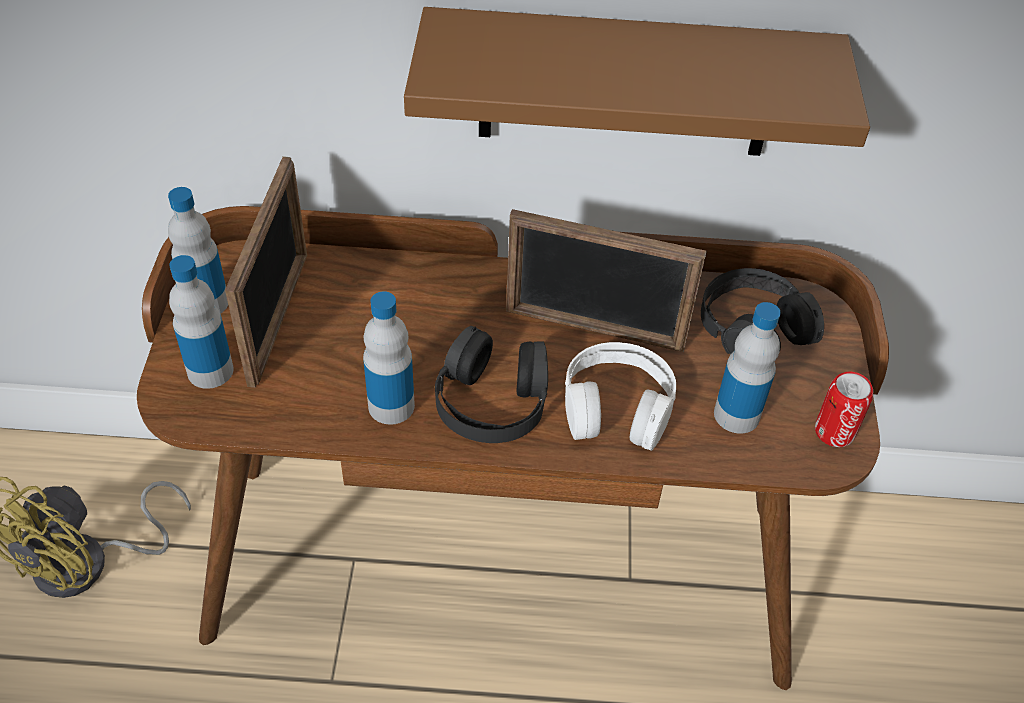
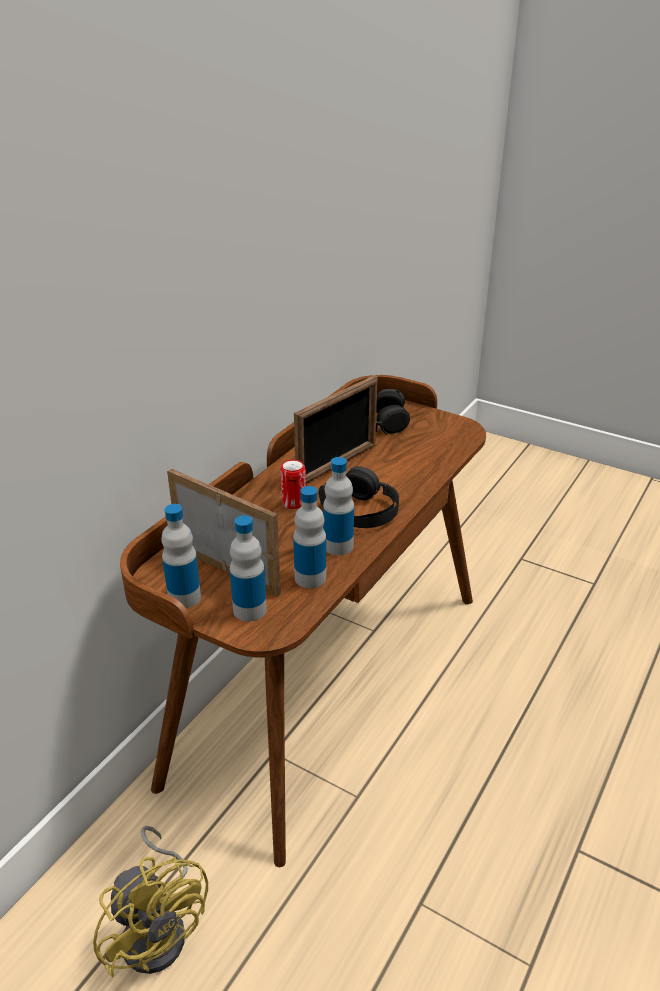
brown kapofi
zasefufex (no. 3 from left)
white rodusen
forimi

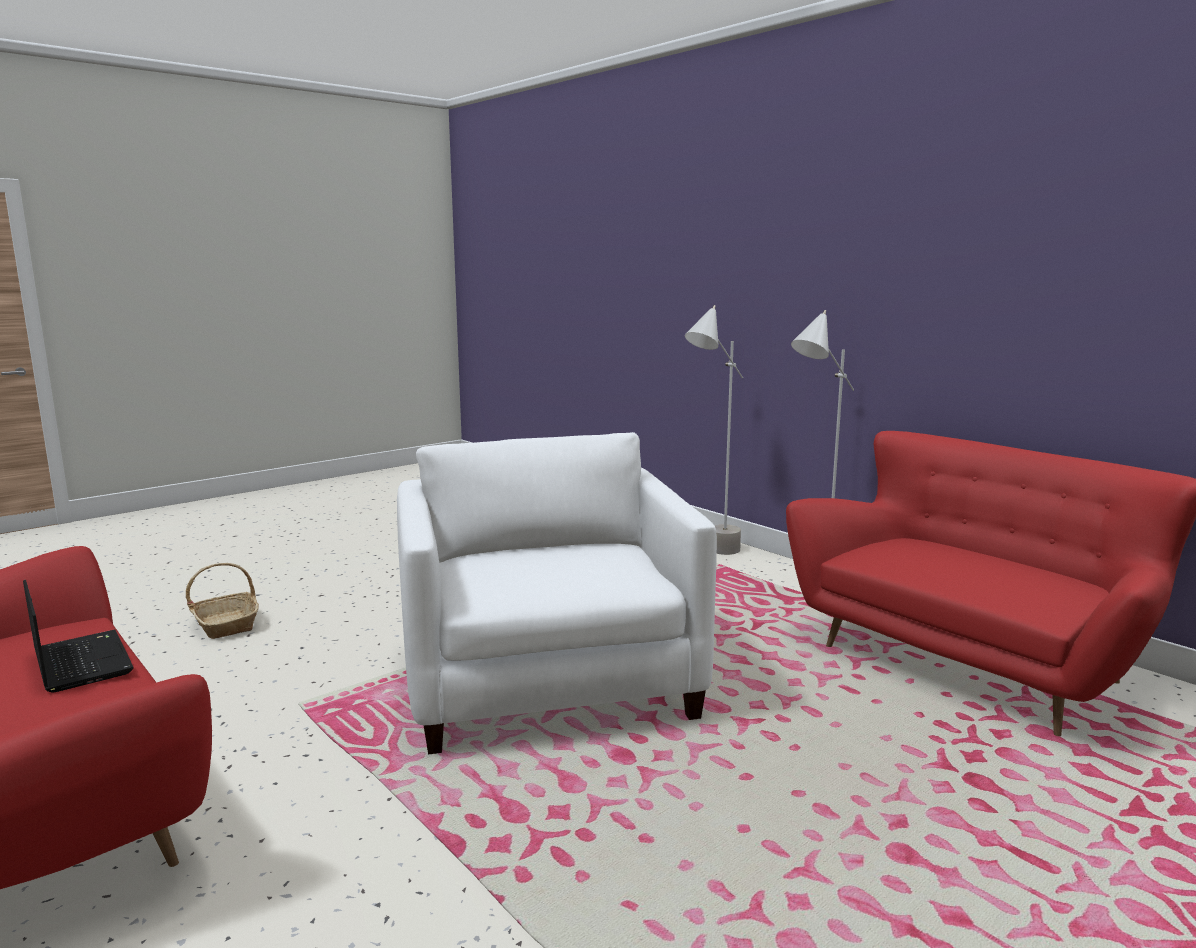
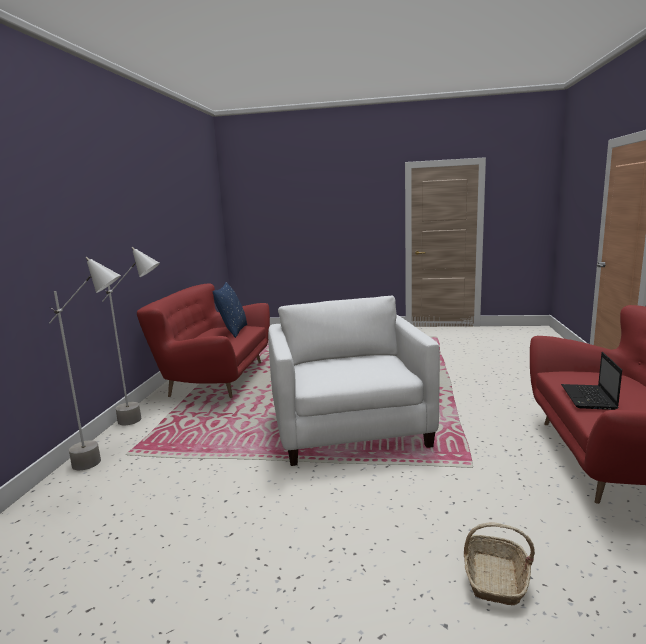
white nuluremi
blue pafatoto

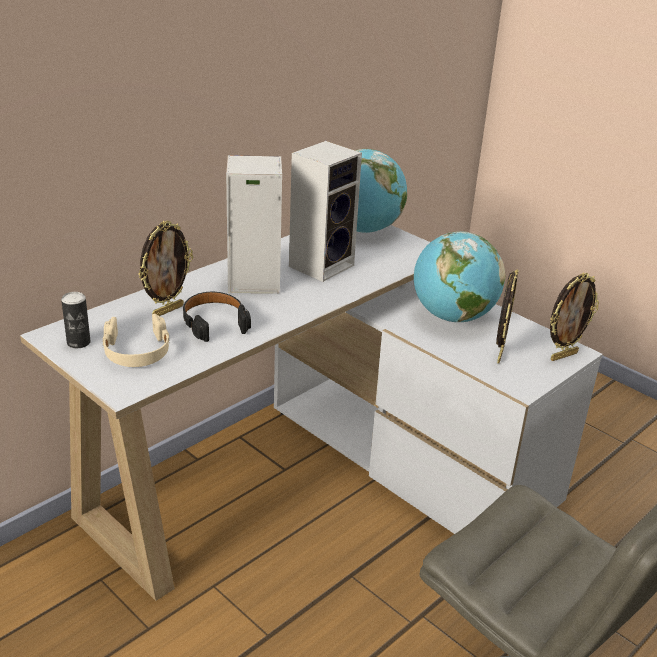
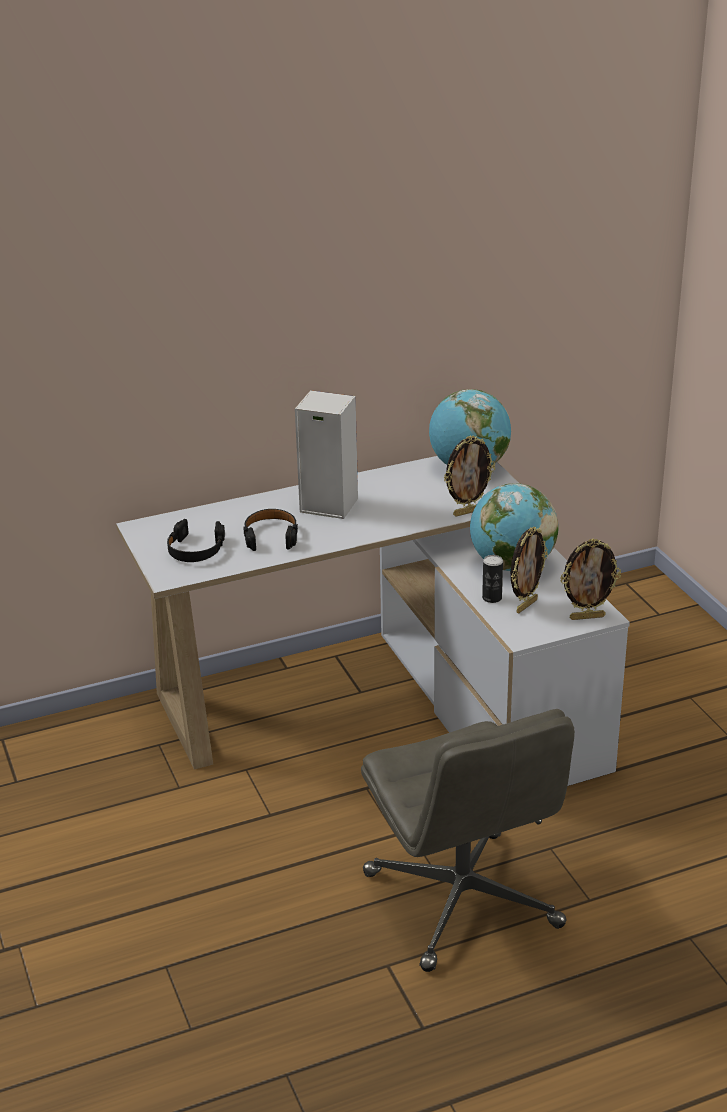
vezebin (no. 2 from left in the first image)
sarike (no. 1 from left)
forimi
black rodusen (no. 1 from left)

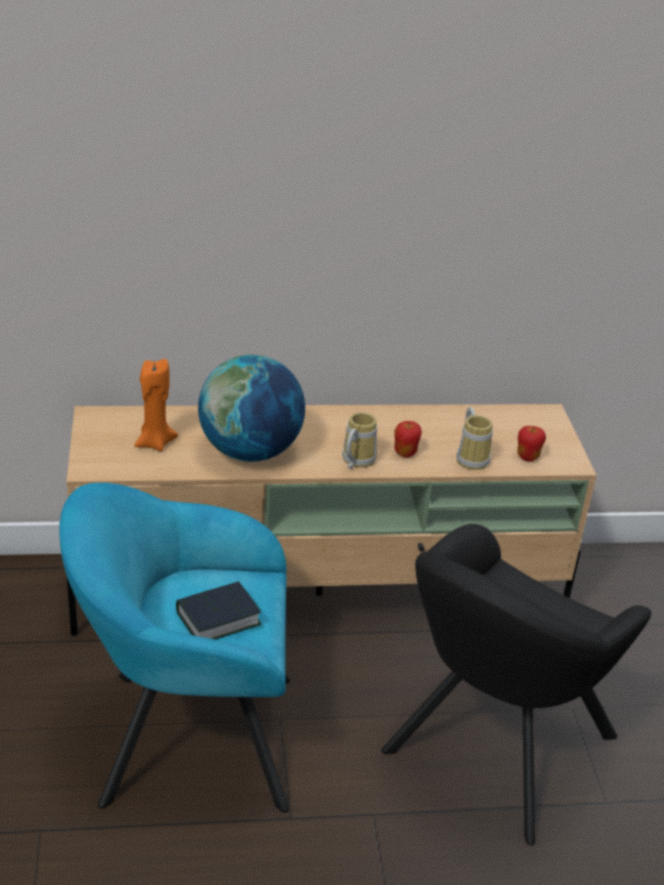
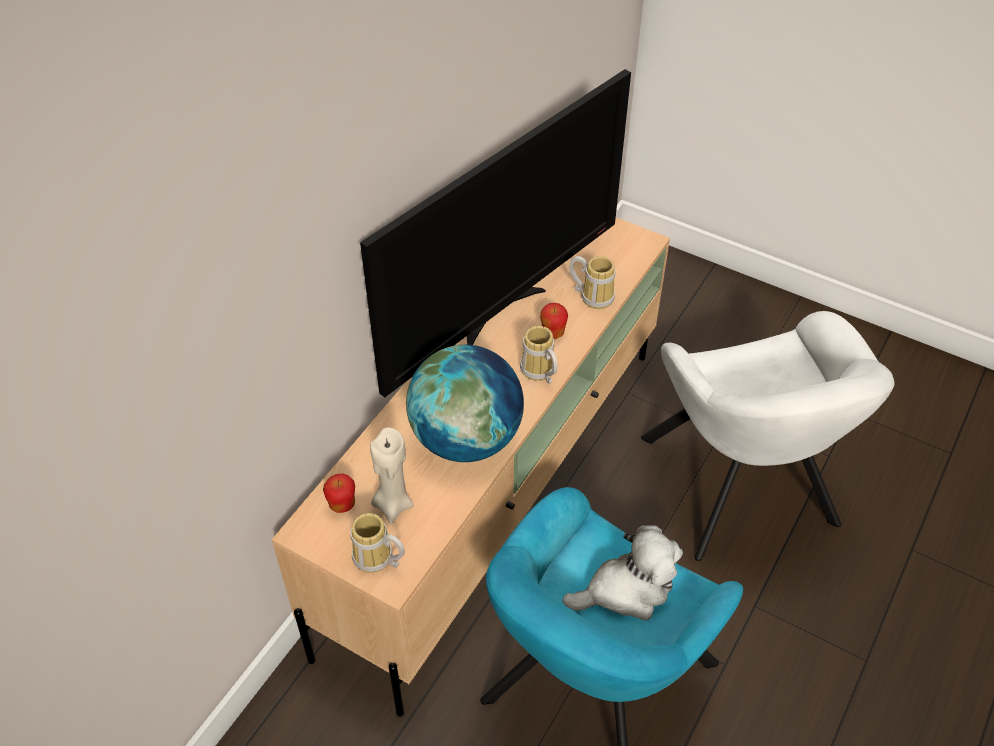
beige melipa
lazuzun (no. 1 from left)
white nuluremi
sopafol
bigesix
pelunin (no. 1 from left)

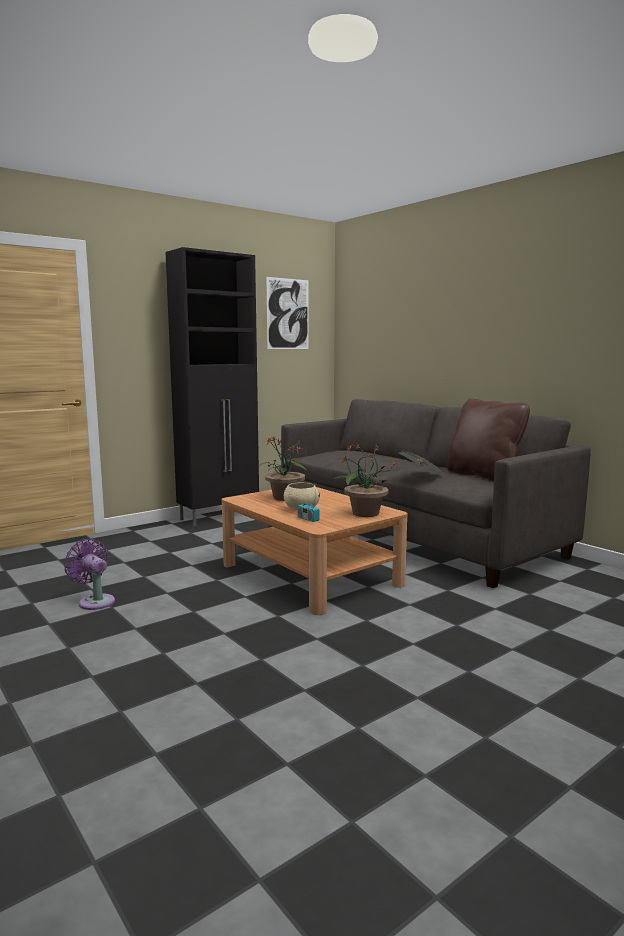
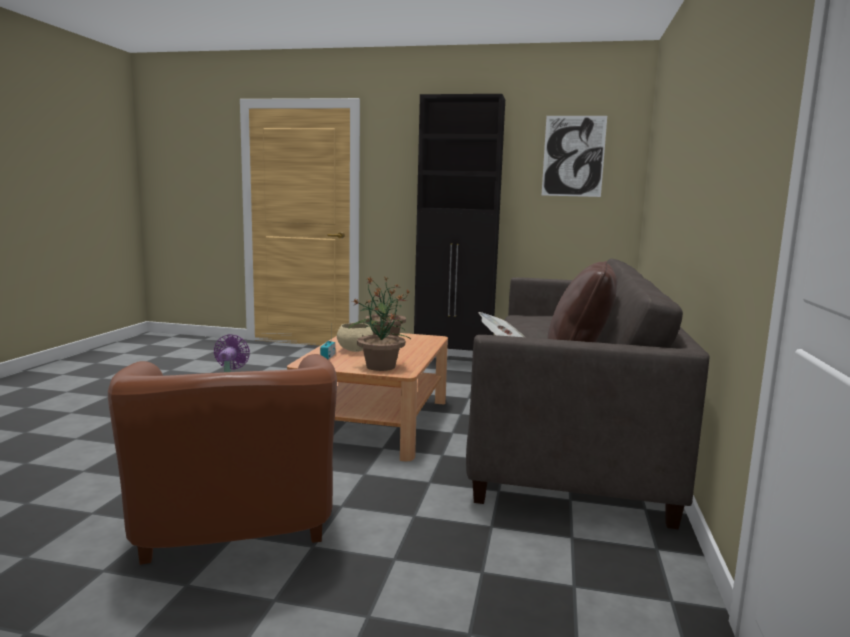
brown nuluremi

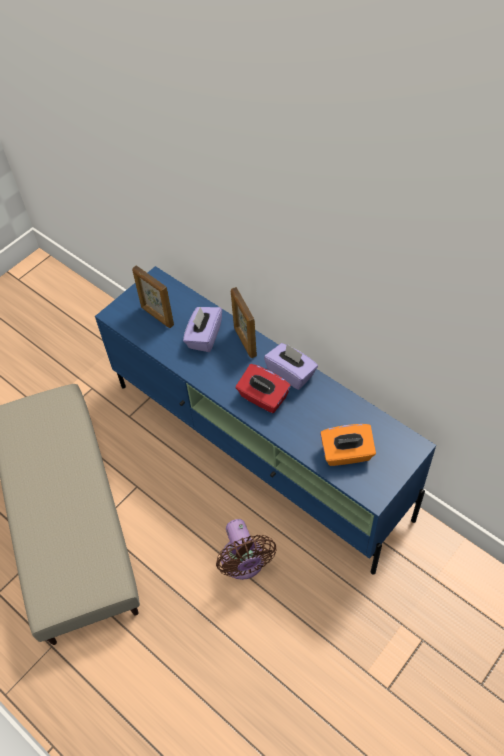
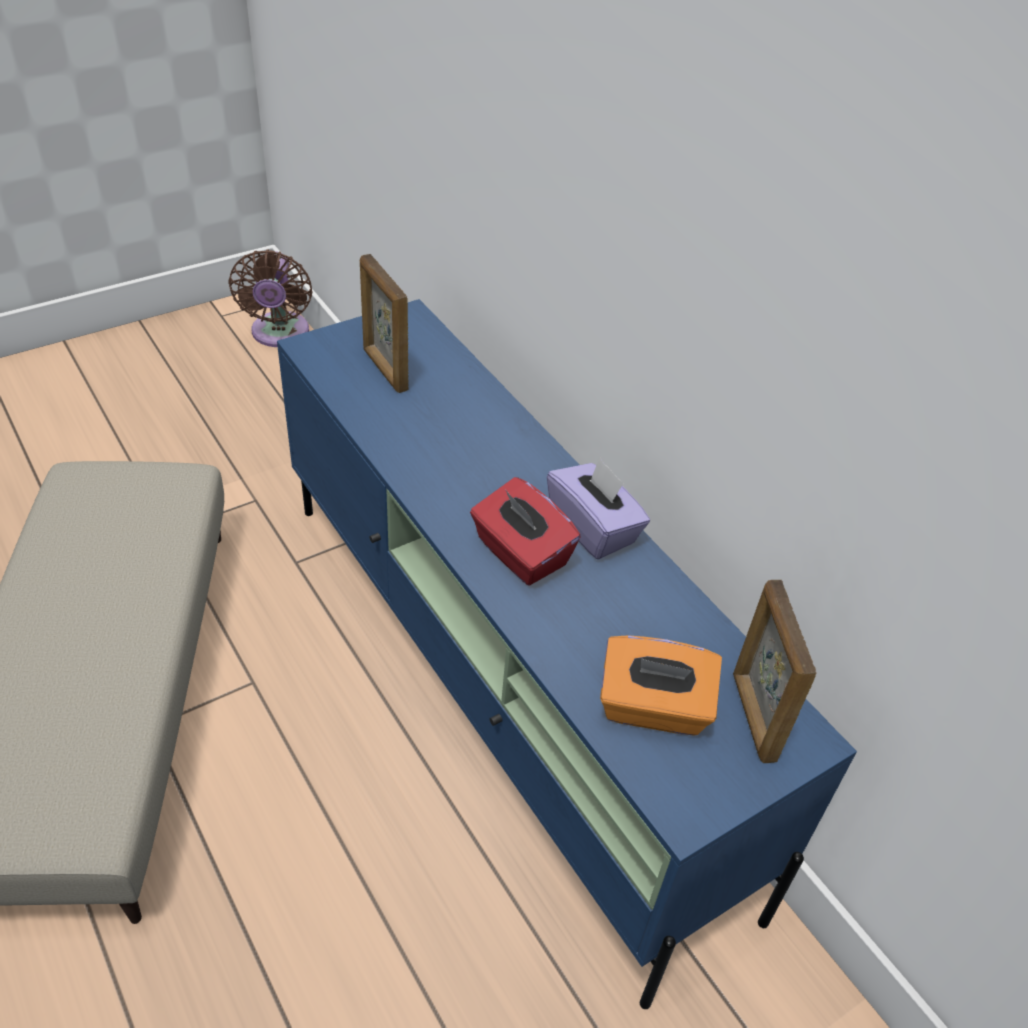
sarike (no. 2 from left)
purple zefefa (no. 1 from left in the first image)
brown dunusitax

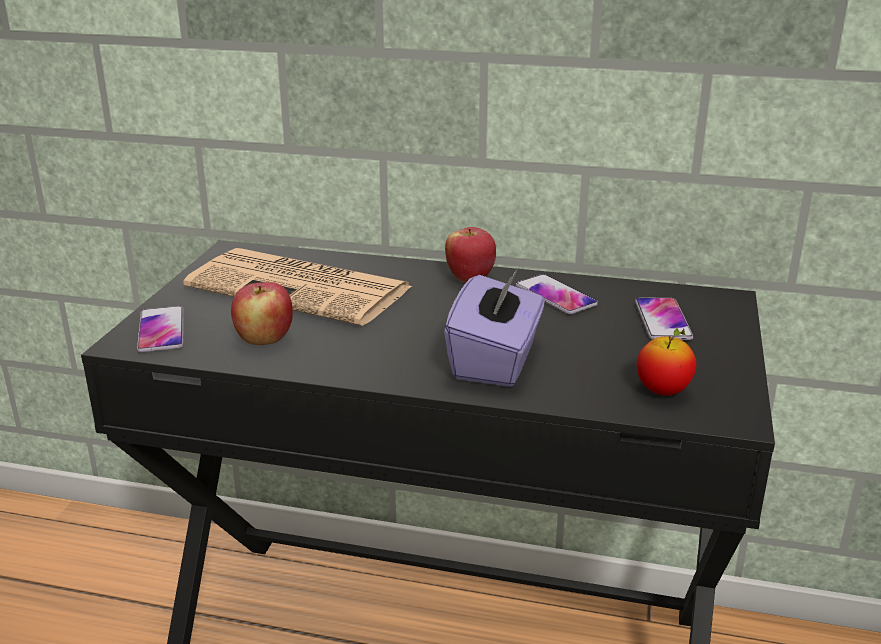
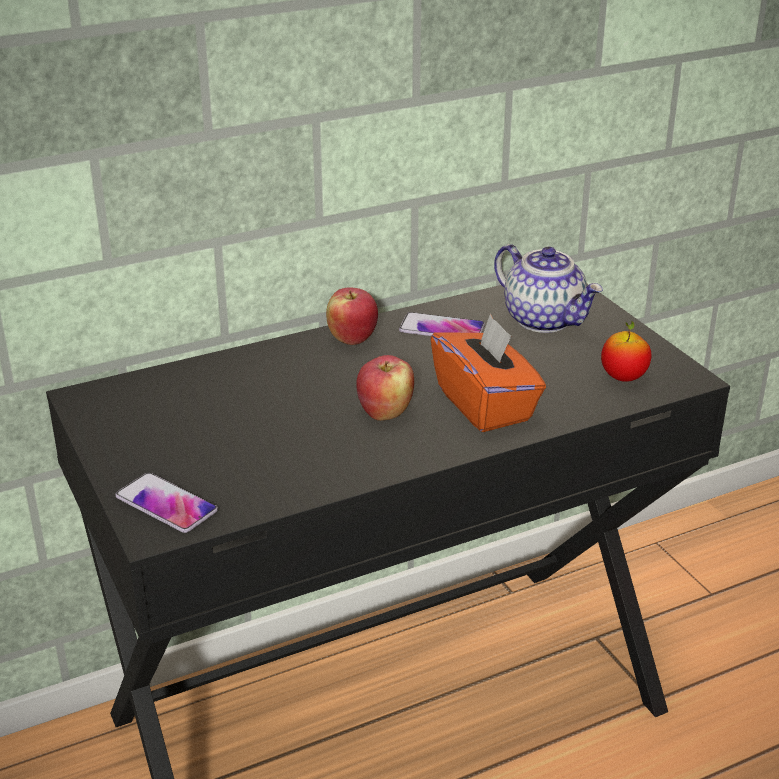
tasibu
orange zefefa
lazuzun (no. 2 from left)
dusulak

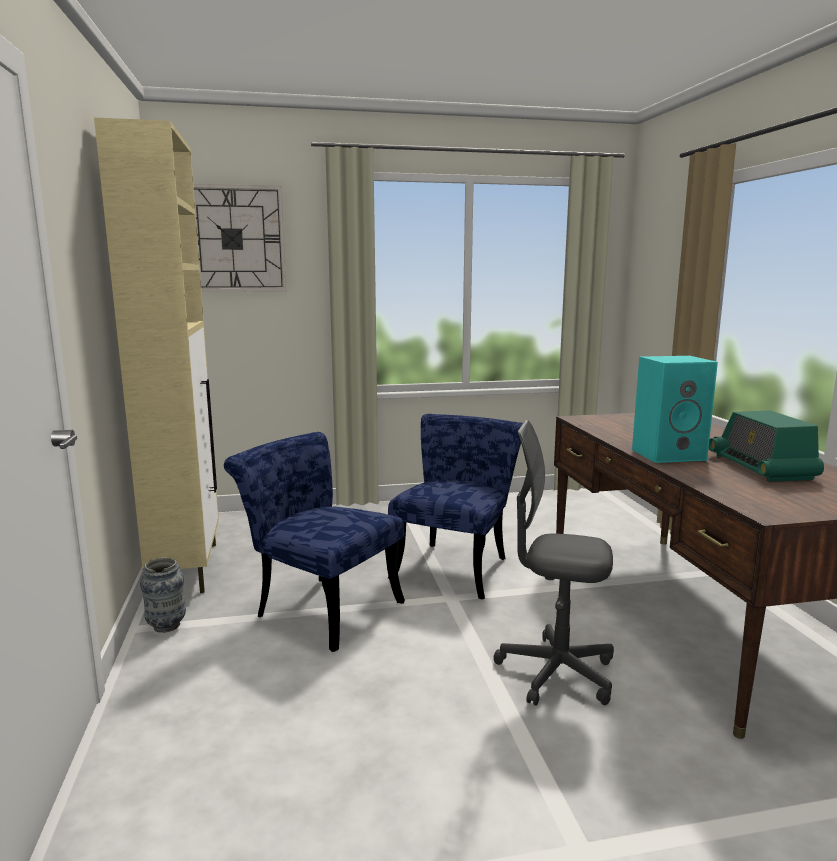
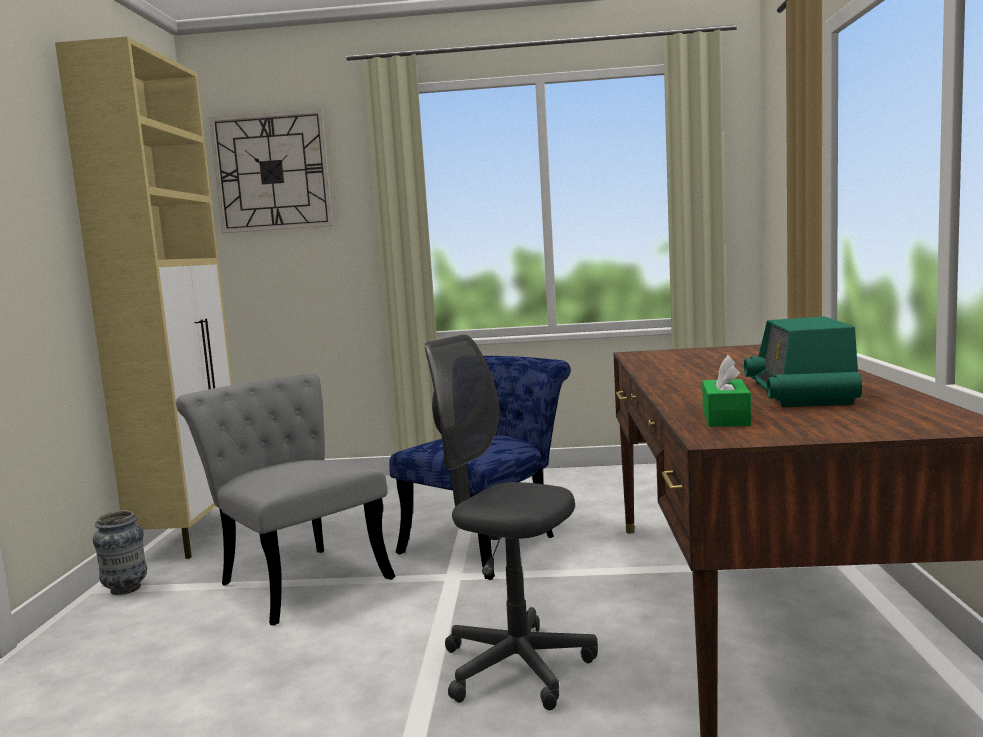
turquoise vezebin
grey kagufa
green zefefa

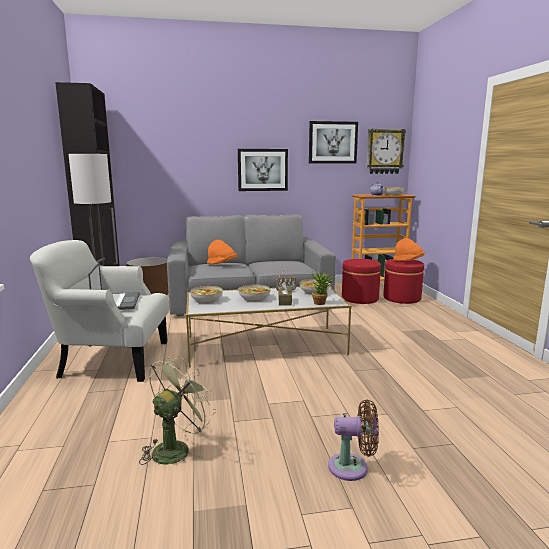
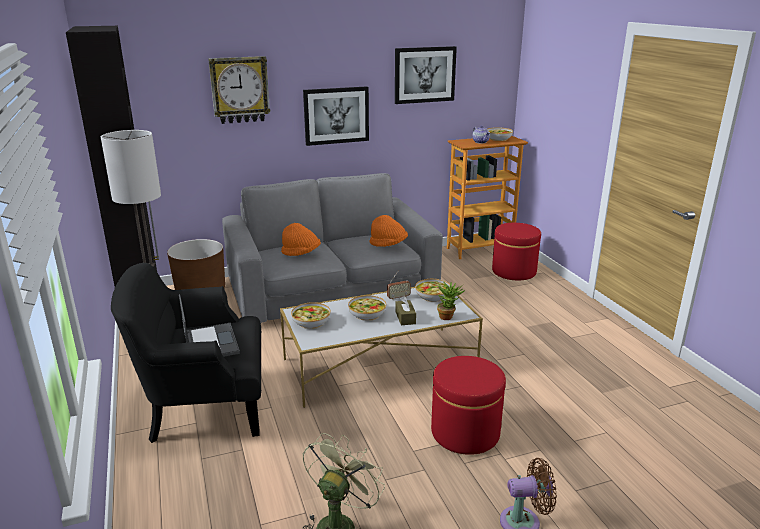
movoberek
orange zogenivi (no. 2 from left)
black nuluremi
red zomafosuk (no. 1 from left)

